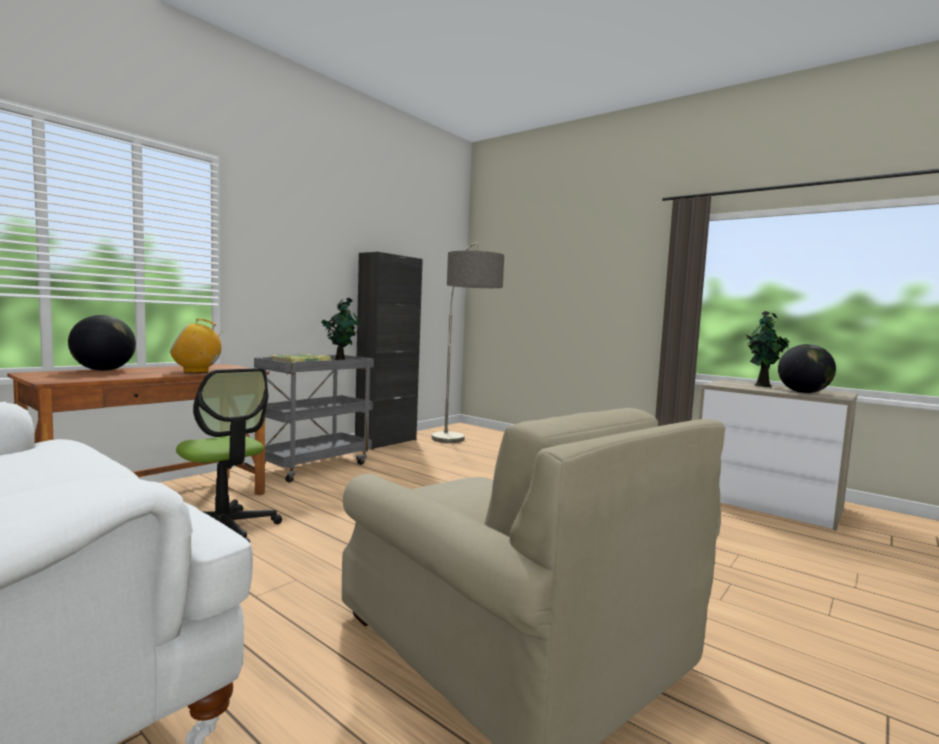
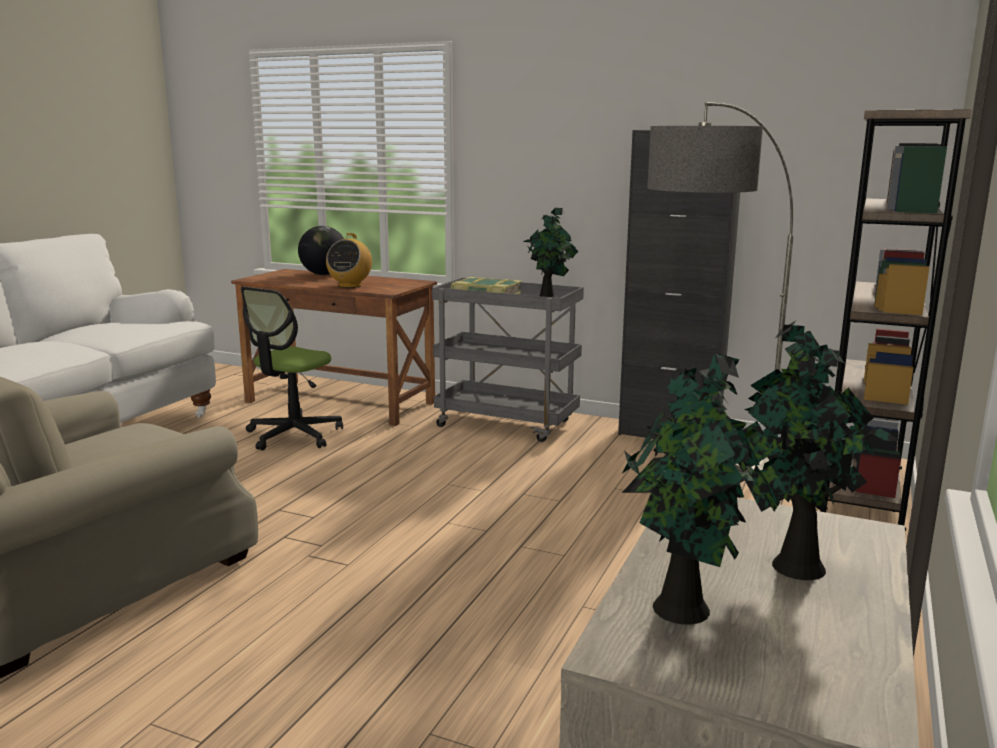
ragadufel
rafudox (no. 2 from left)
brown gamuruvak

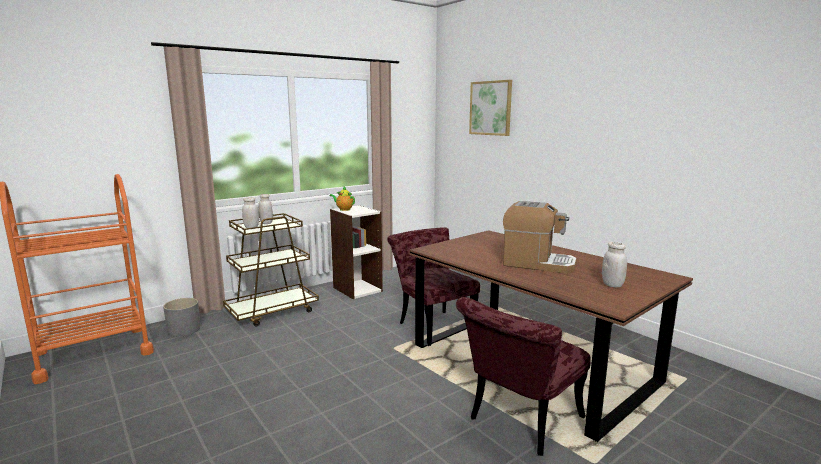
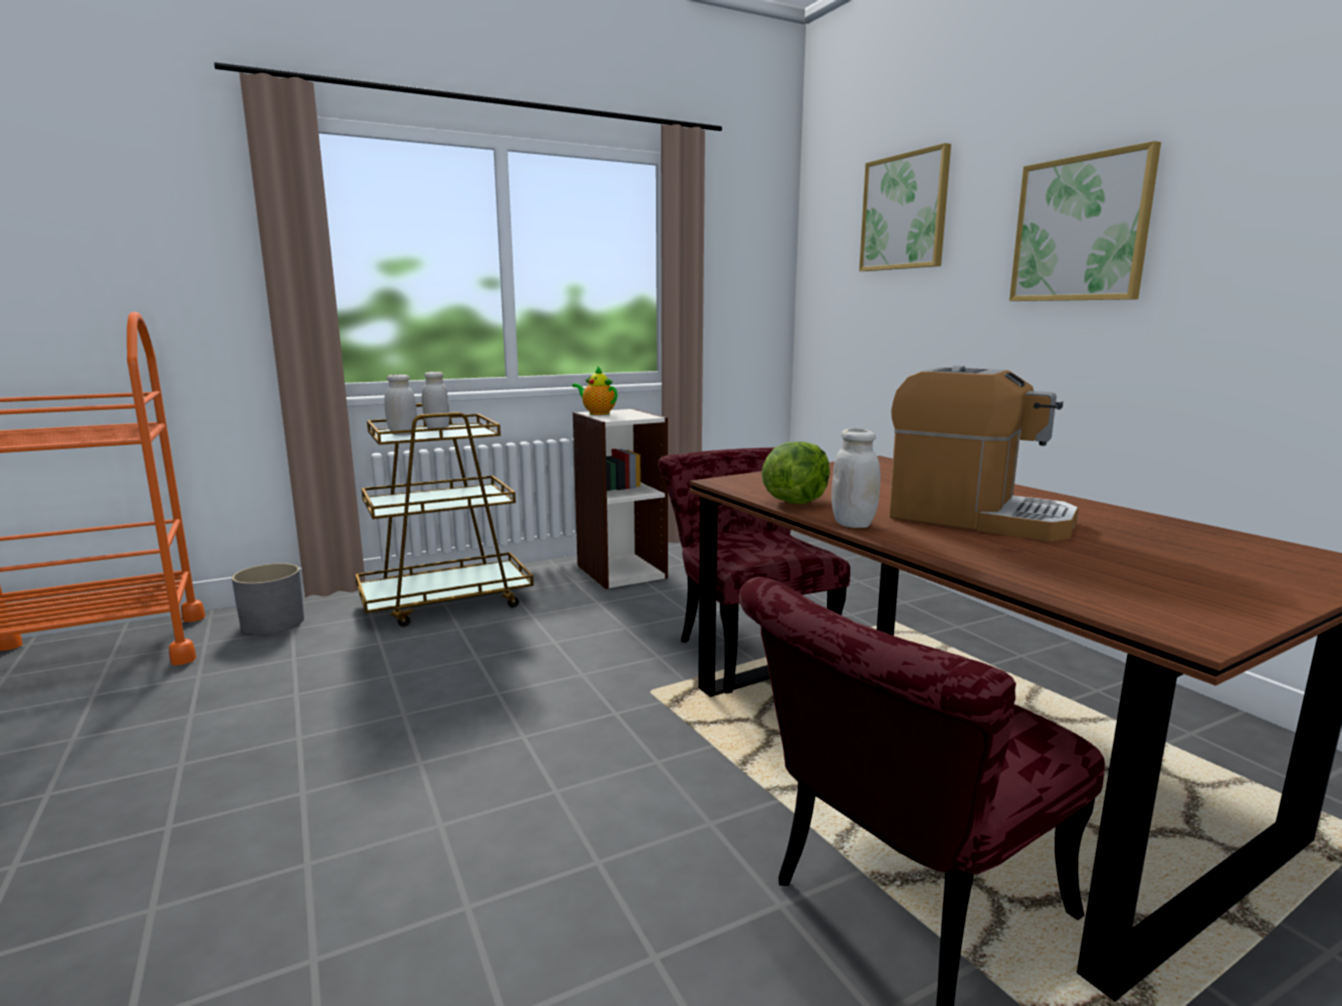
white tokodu (no. 3 from left)
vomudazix (no. 2 from left)
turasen

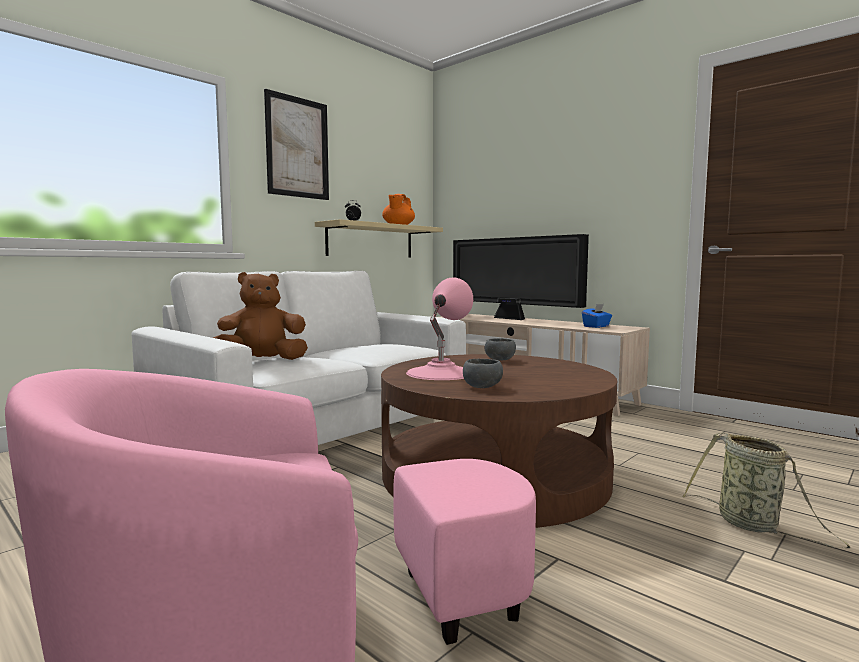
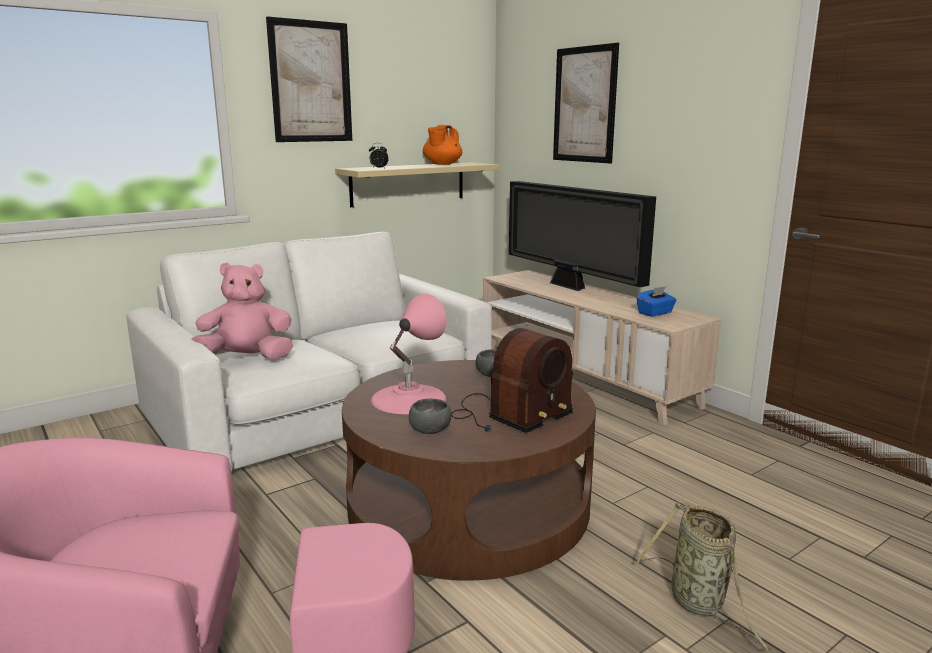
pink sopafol
vomudazix (no. 2 from left)
ragadufel

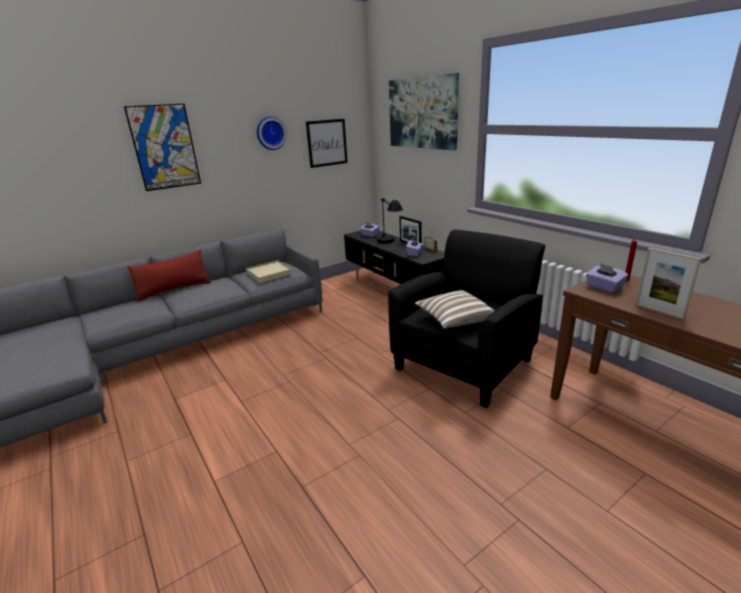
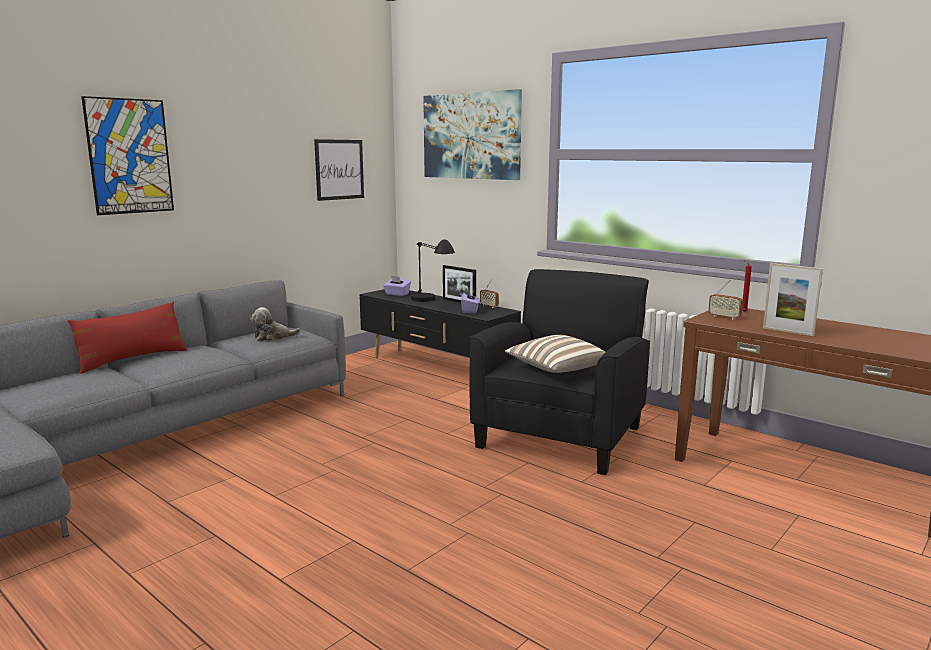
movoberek
sopafol
ragadufel (no. 2 from left)

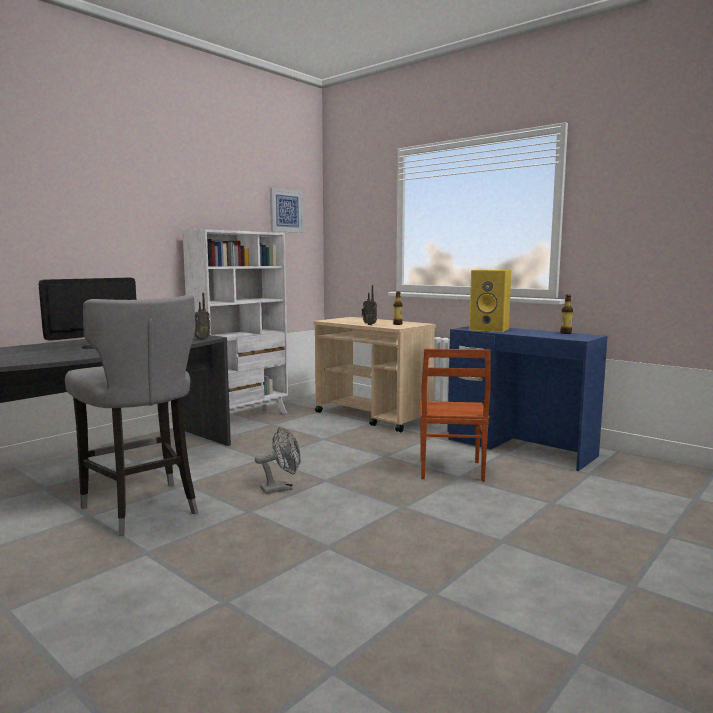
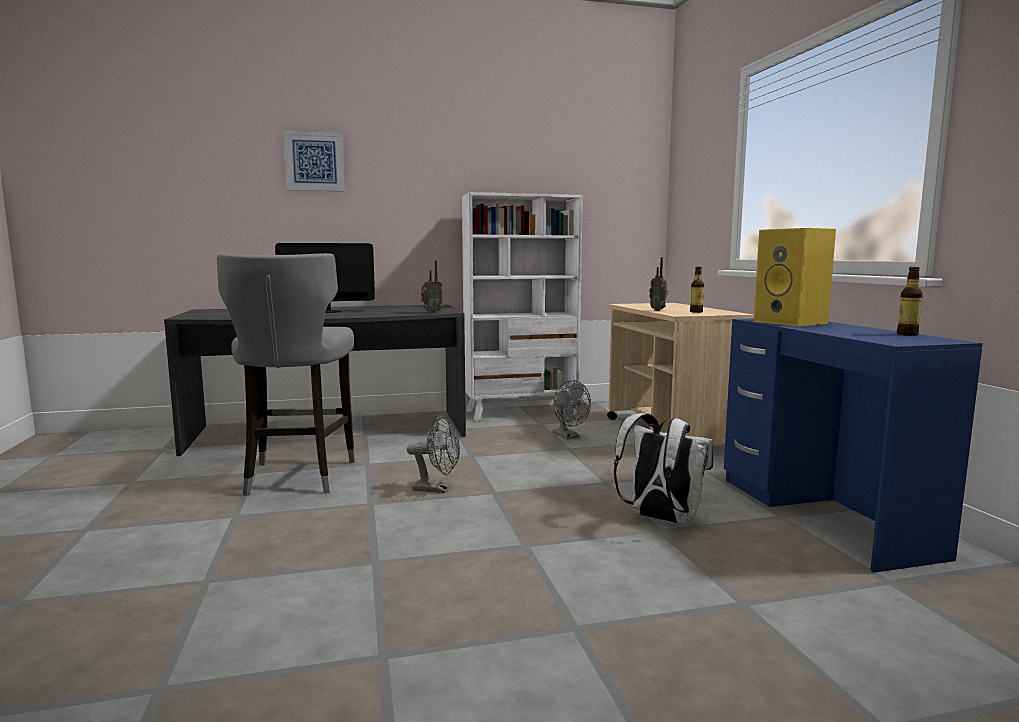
vomudazix
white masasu
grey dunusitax (no. 2 from left)

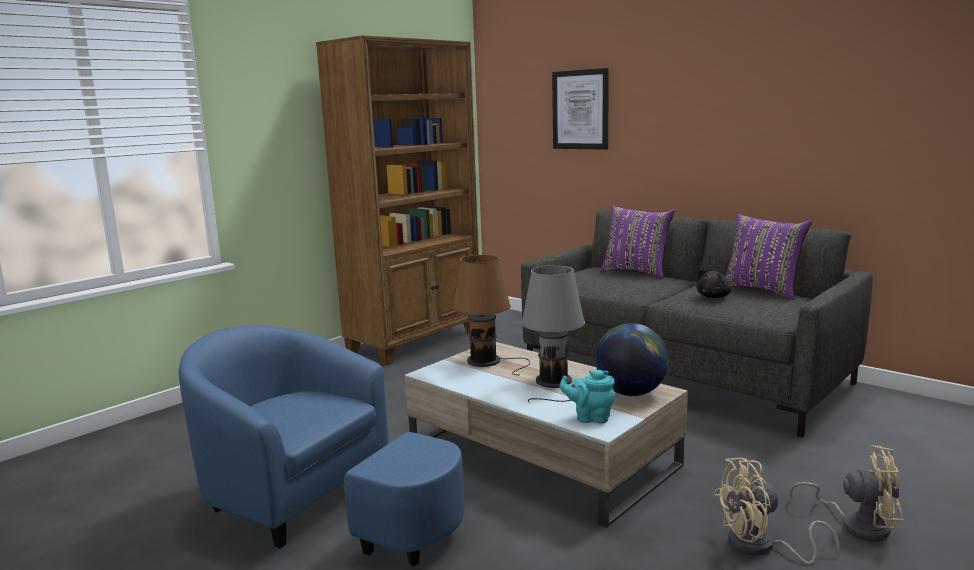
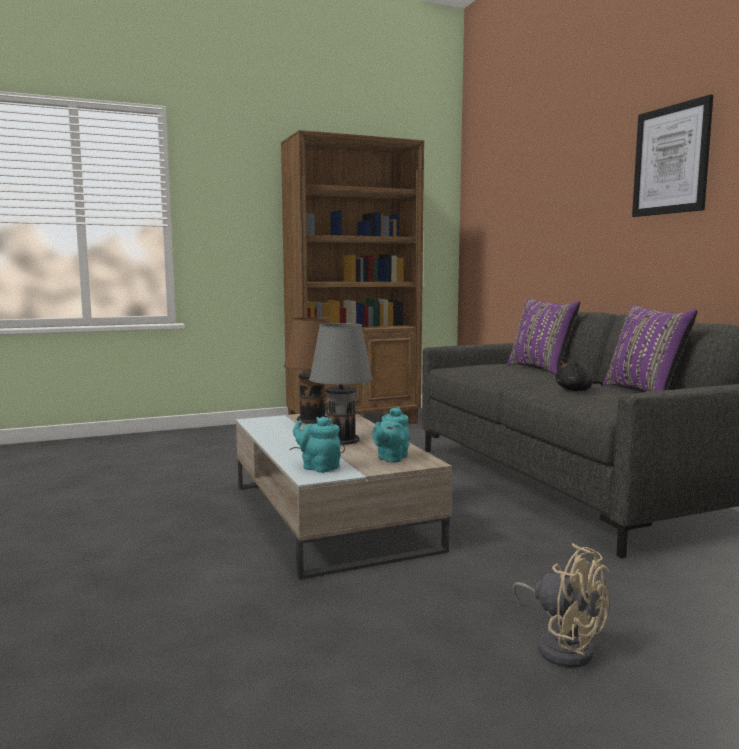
vomudazix
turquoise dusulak (no. 2 from left)
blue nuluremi
beige dunusitax (no. 1 from left in the first image)

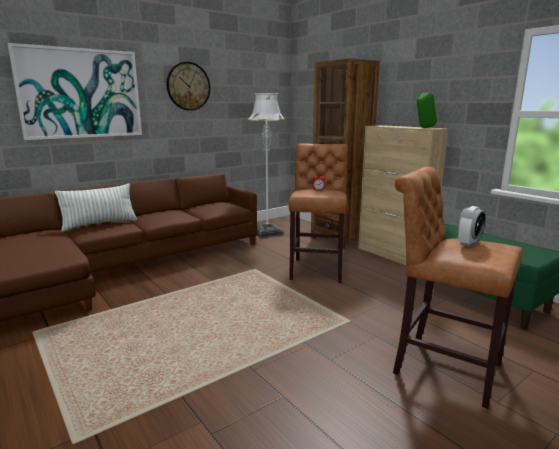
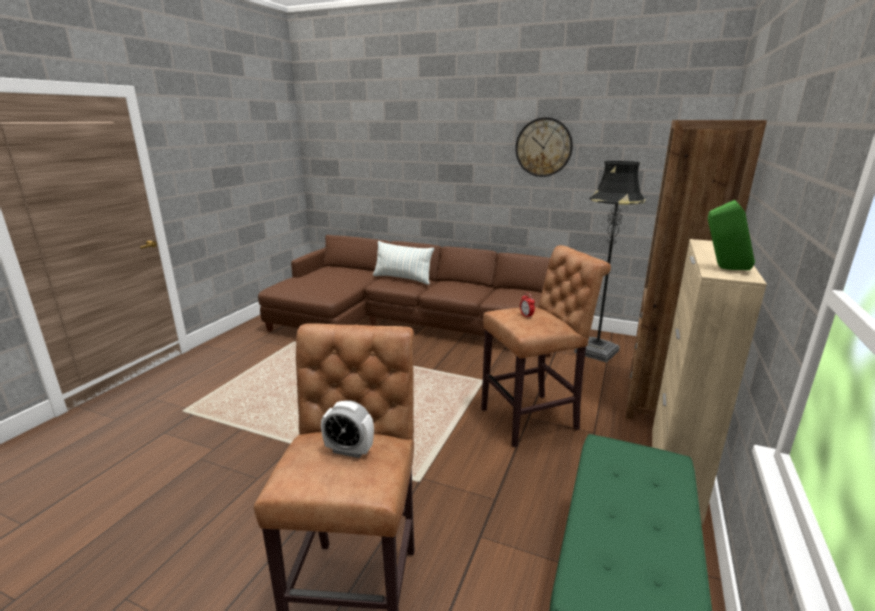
vomudazix
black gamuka

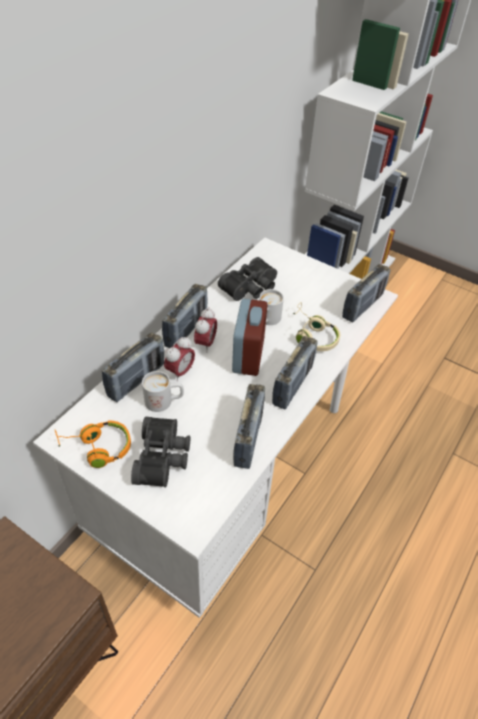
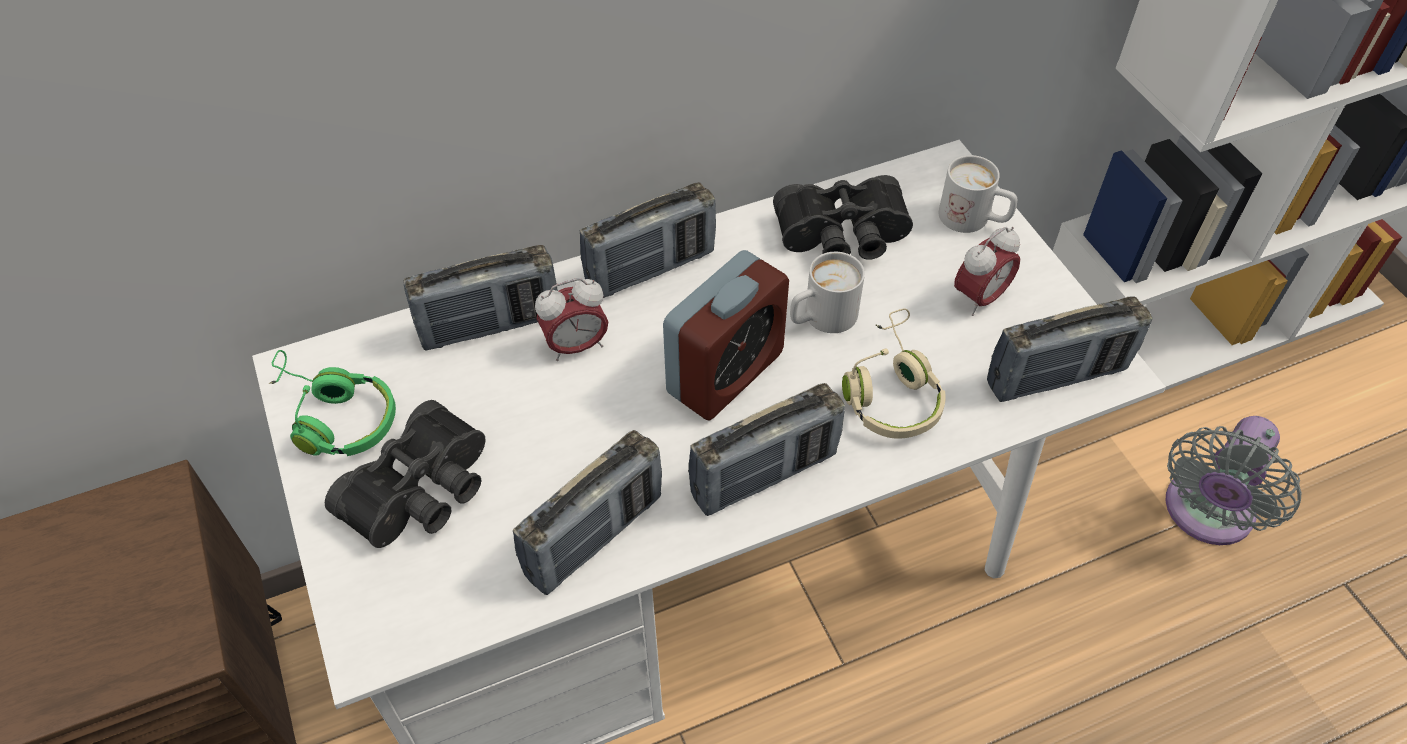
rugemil (no. 3 from left)
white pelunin (no. 2 from left)
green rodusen
grey dunusitax

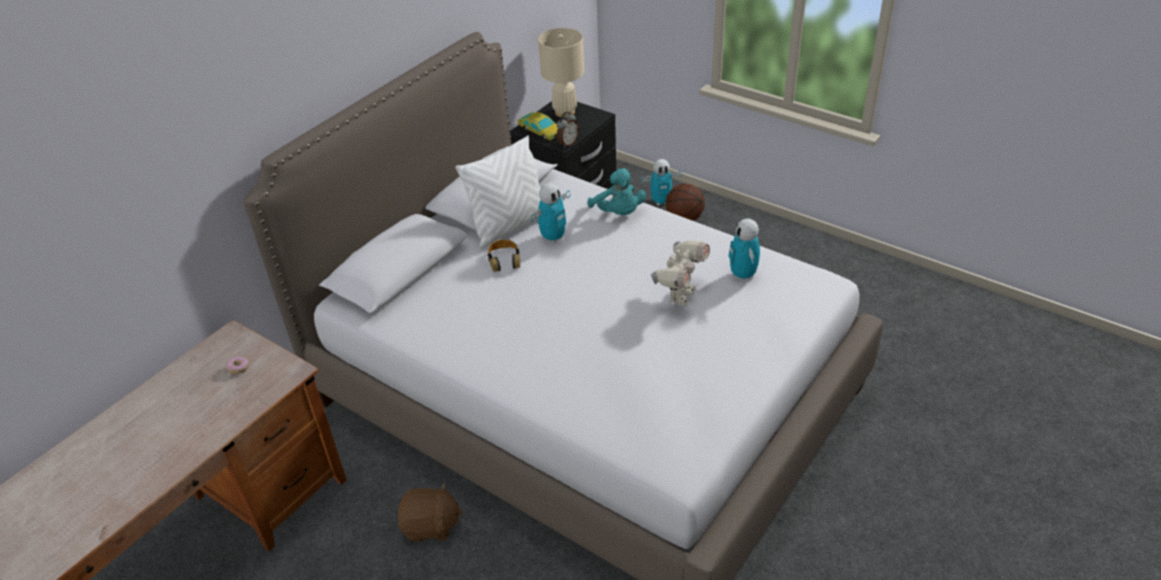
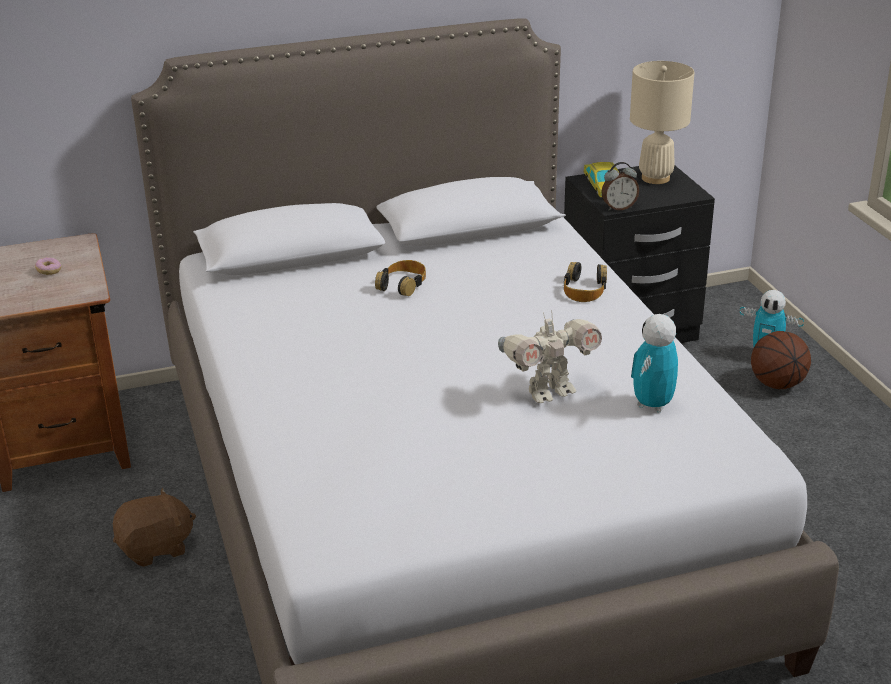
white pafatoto
rodusen (no. 2 from left)
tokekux (no. 1 from left in the first image)
brown sopafol

